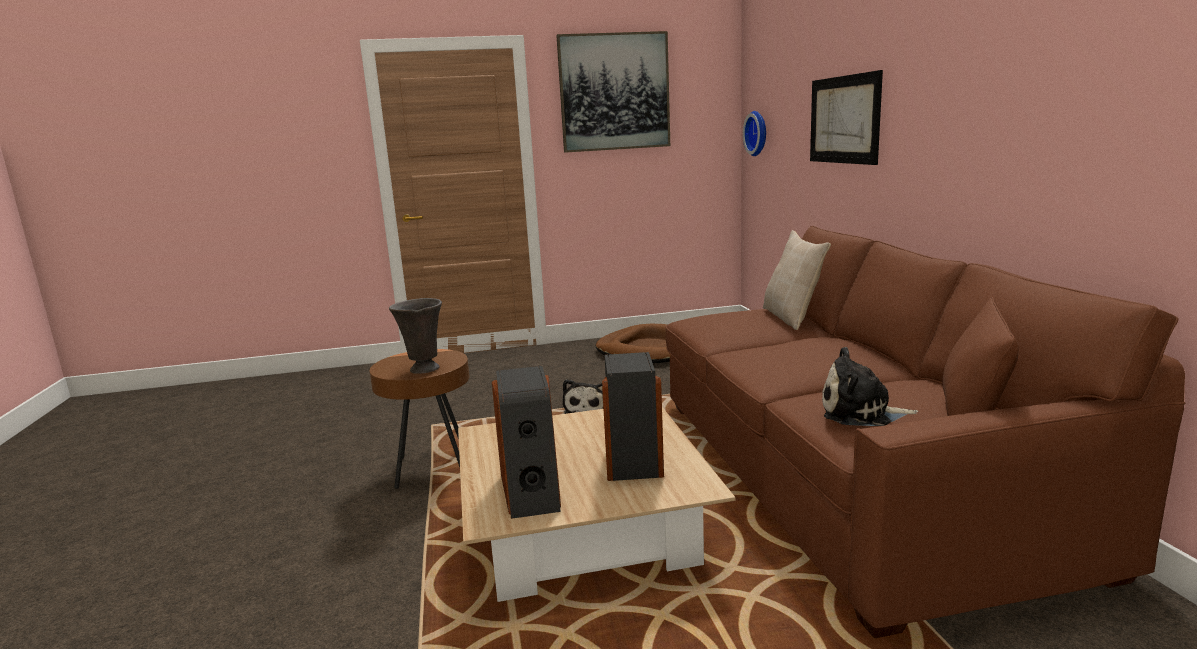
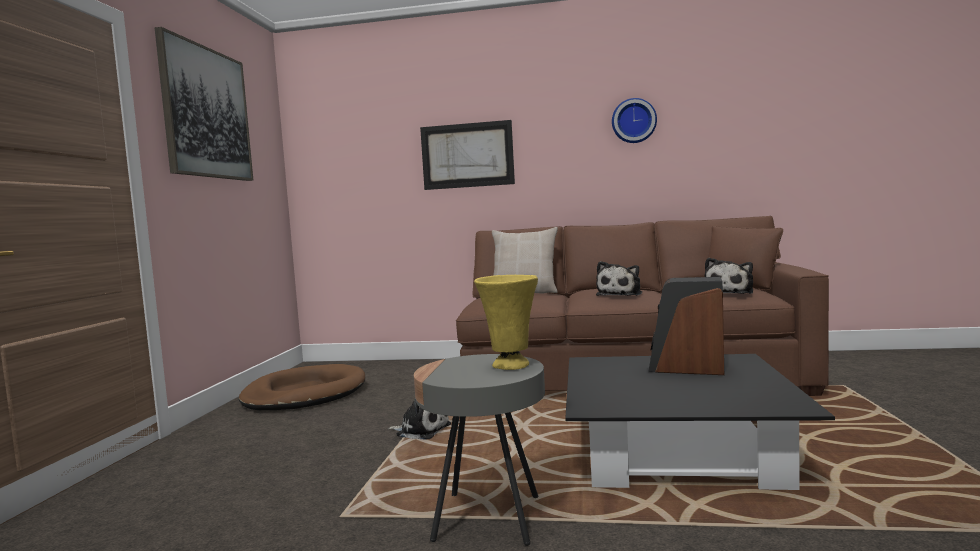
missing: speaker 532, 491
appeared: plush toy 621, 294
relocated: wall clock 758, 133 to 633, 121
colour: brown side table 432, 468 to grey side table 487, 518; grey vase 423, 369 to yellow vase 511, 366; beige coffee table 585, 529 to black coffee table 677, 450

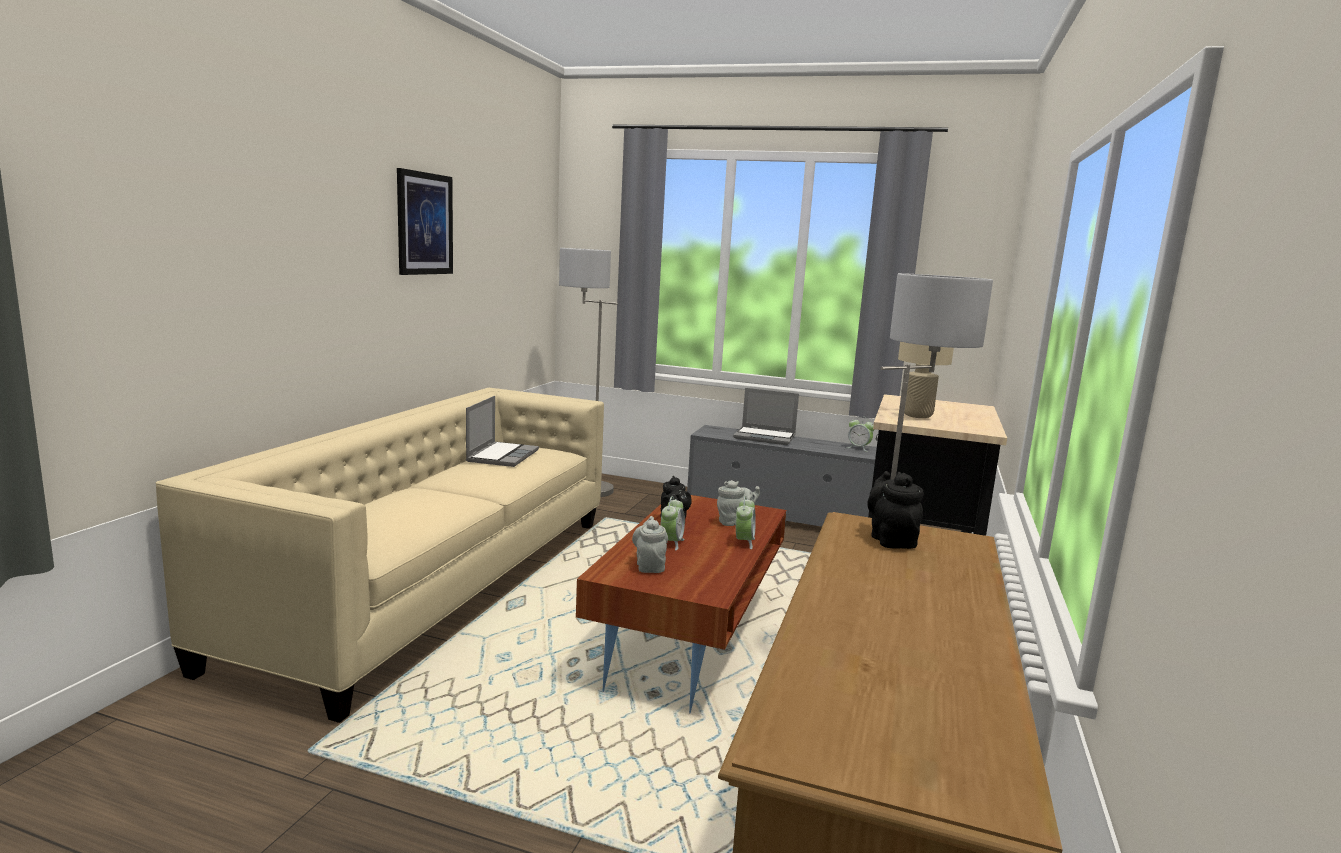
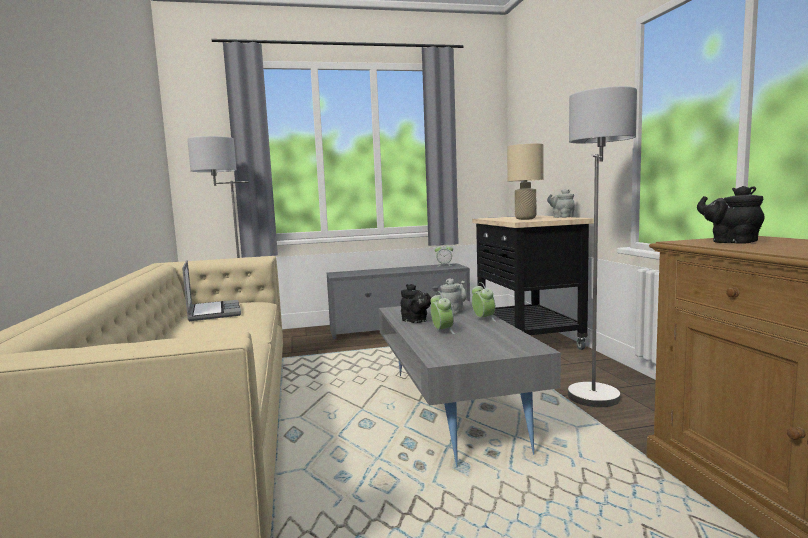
missing: picture 424, 224; laptop 765, 437
relocated: grey teapot 649, 566 to 561, 217
colour: brown coffee table 688, 636 to grey coffee table 453, 409

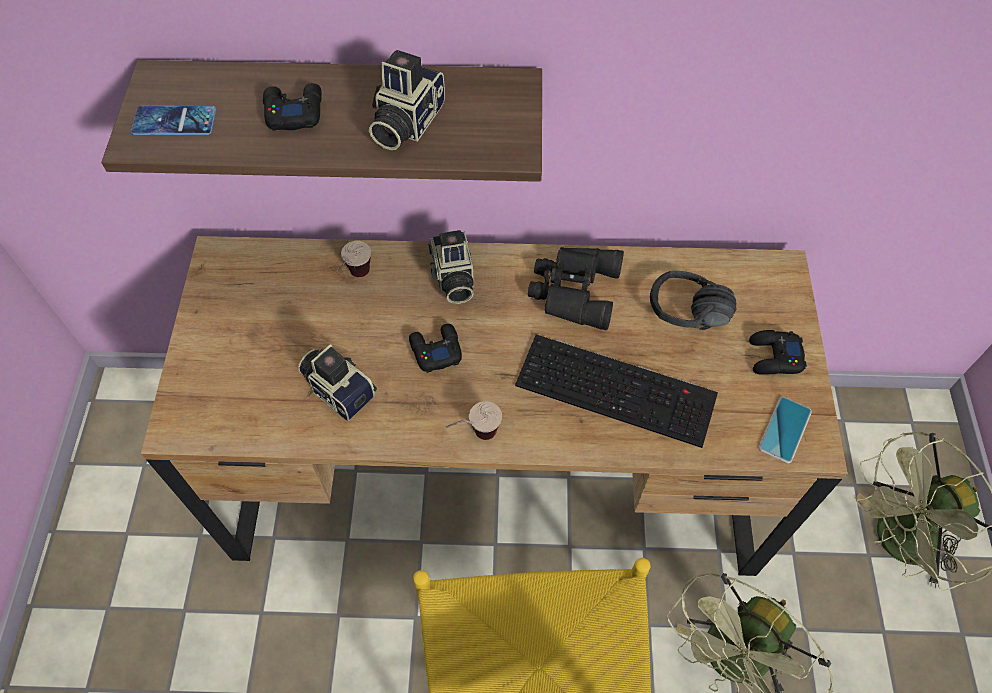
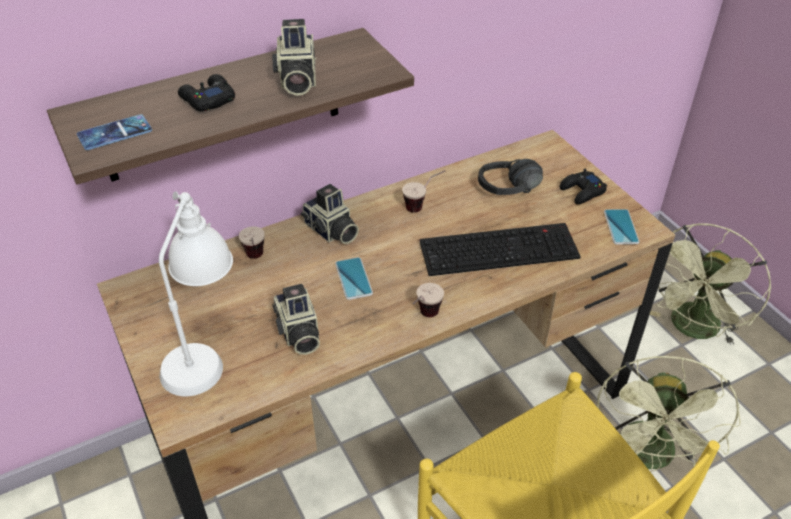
appeared: white table lamp 203, 350
exchanged: black game controller 435, 350 to phone 353, 279; black binoculars 572, 290 to cup 423, 206
spun: photo camera 339, 389 = 298, 333 120 degrees counterclockwise

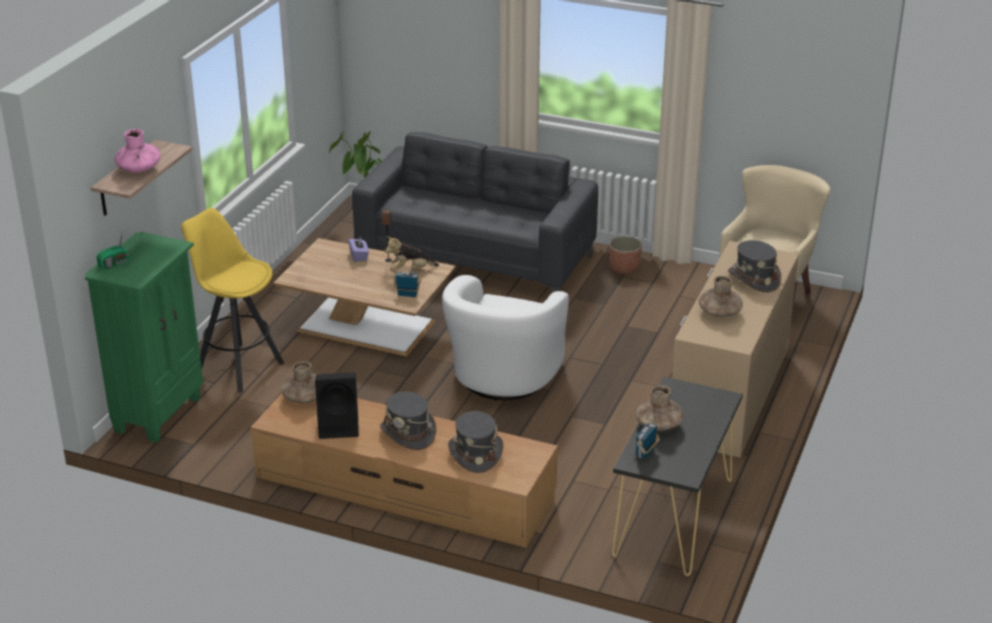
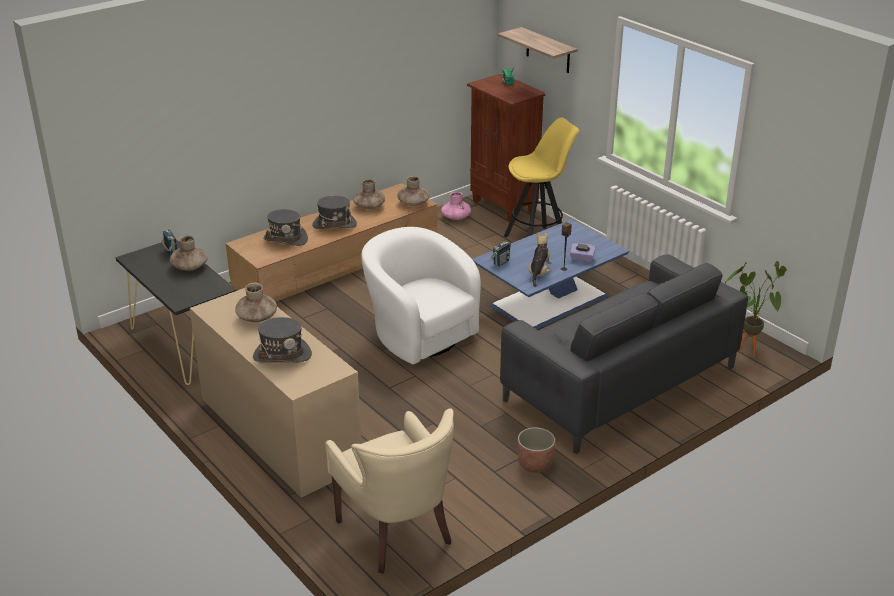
relocated: pink vase 139, 169 to 456, 217
exchanged: black speaker 340, 426 to brown vase 369, 207
colour: green cabinet 160, 415 to brown cabinet 503, 207; brown coffee table 369, 326 to blue coffee table 547, 301

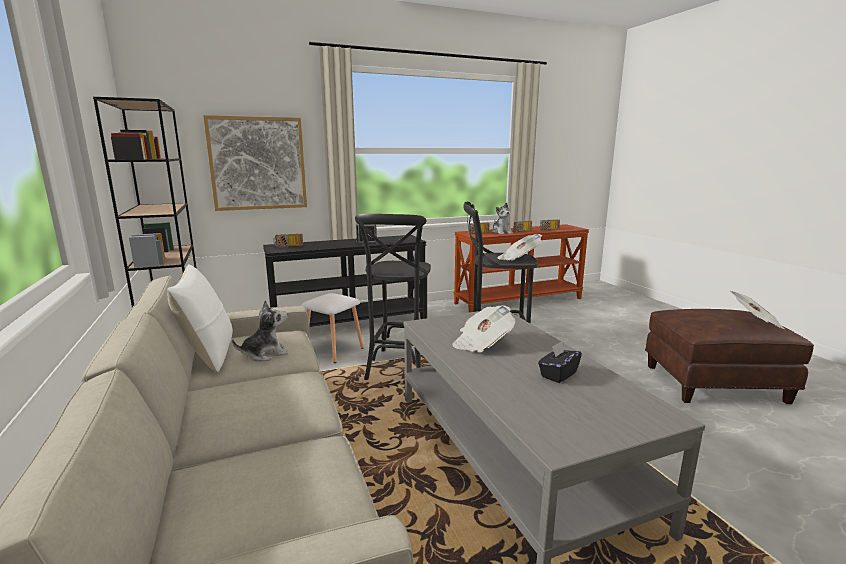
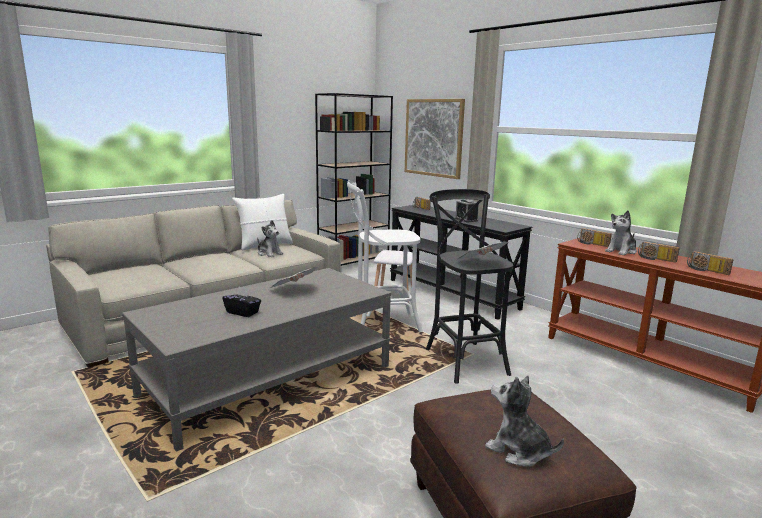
exchanged: newspaper 754, 322 to plush toy 518, 451
colour: black stool 399, 368 to white stool 381, 324

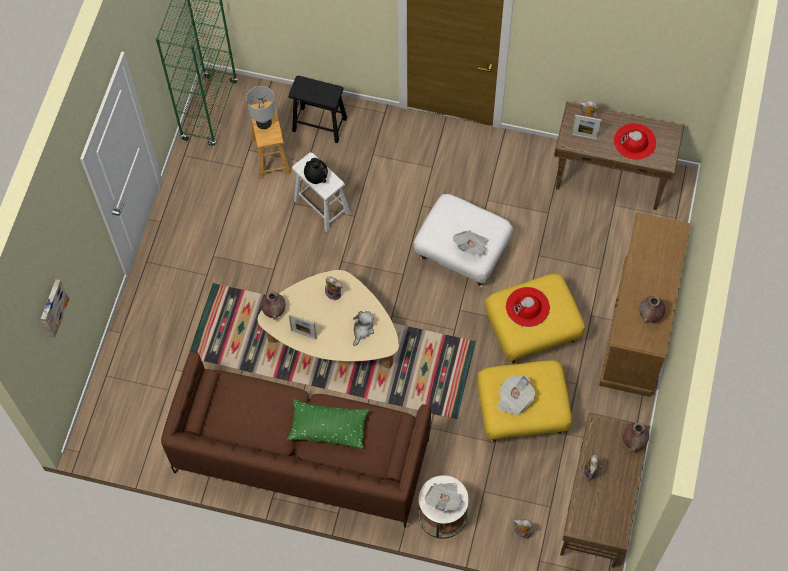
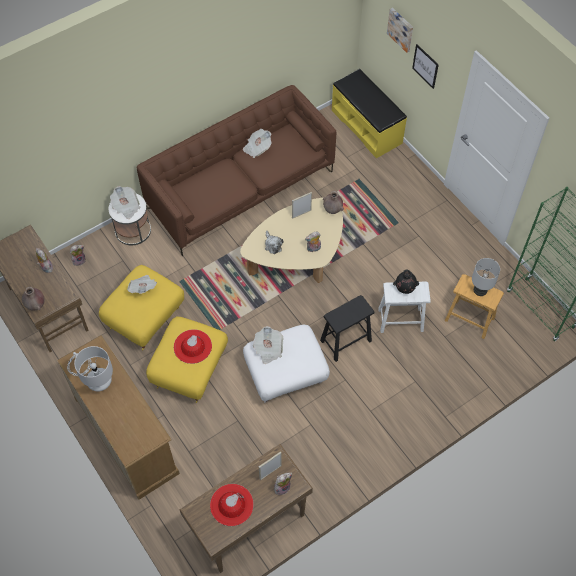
missing: green pillow 328, 428
appeared: newspaper 257, 148; yellow bench 367, 126; picture 425, 66
relocated: black stool 319, 124 to 346, 341
exchanged: brown vase 650, 315 to white table lamp 92, 376

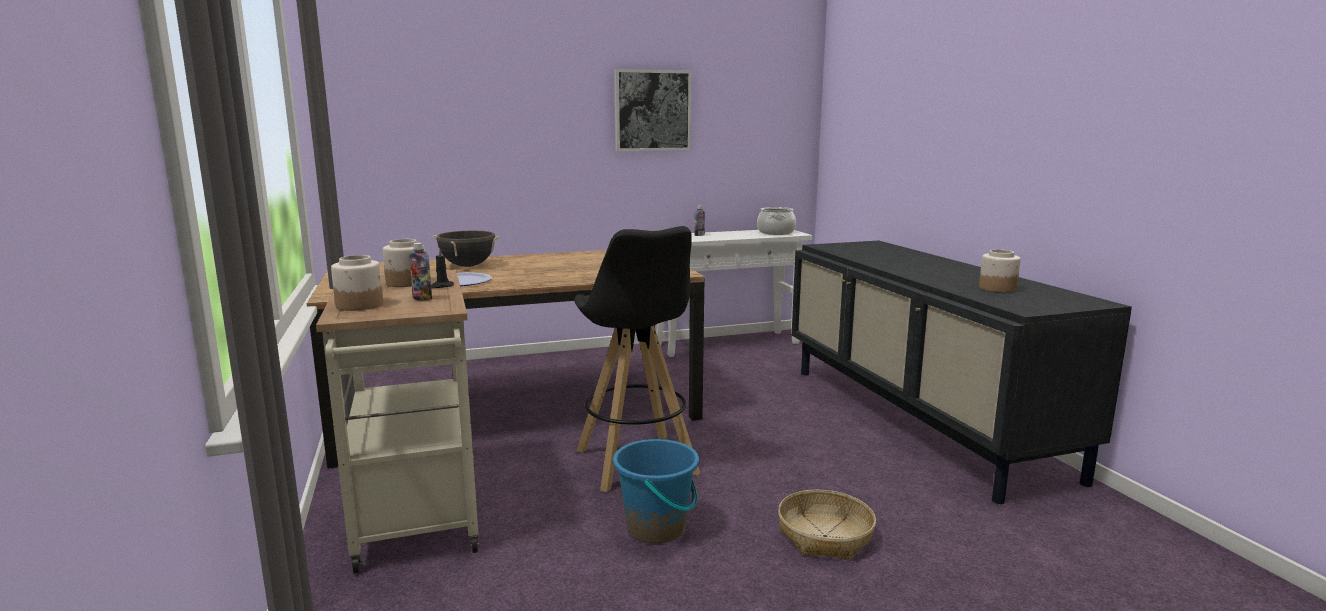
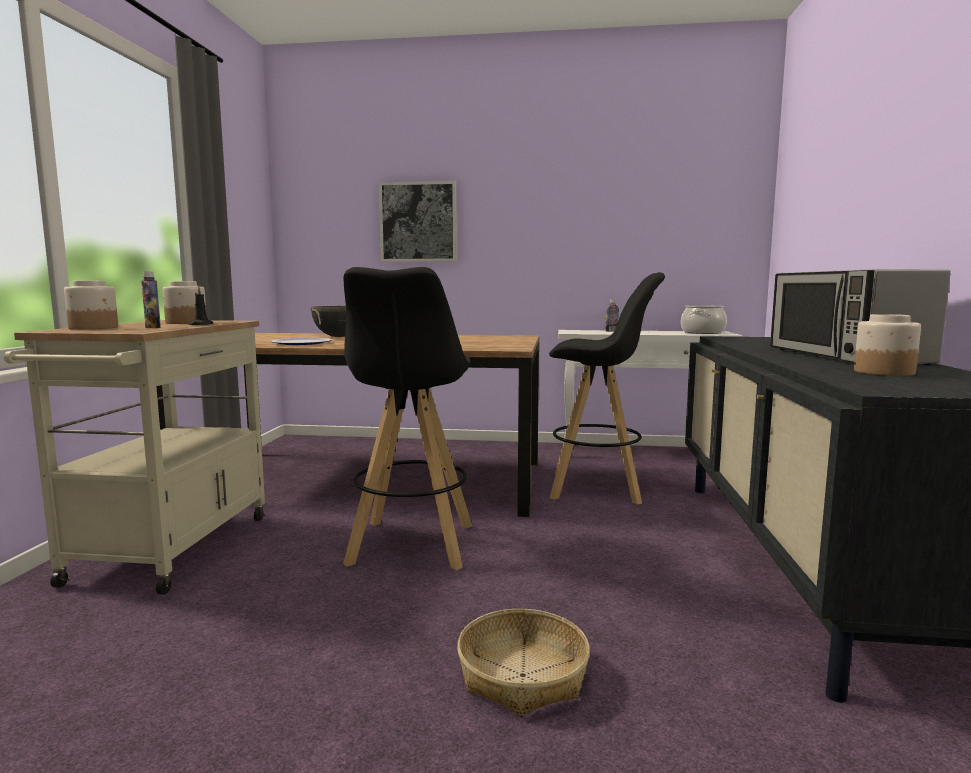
missing: blue bucket 657, 528
appeared: black stool 598, 488; microwave 844, 356
relocated: picture 652, 110 to 418, 222

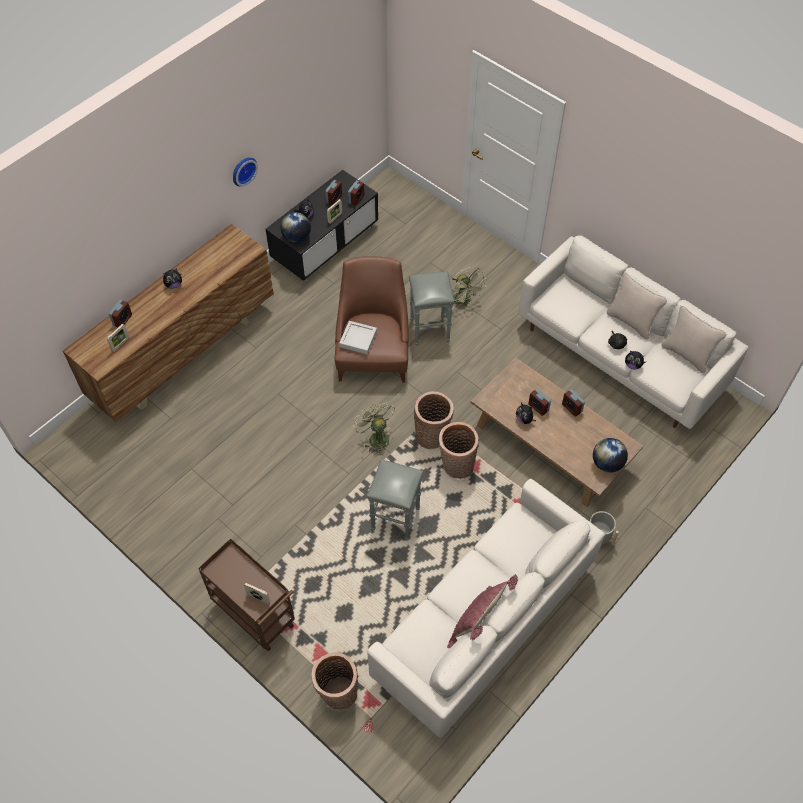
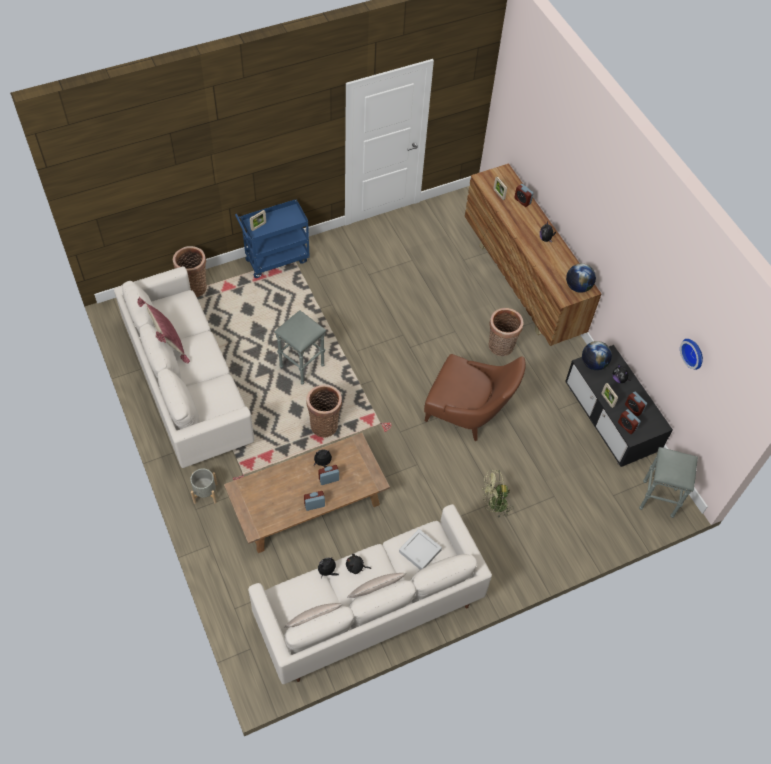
missing: green fan 375, 437
relocated: wall clock 243, 170 to 694, 353; grey tray 358, 339 to 420, 551; grey stool 429, 330 to 657, 497; basket 432, 436 to 500, 347; globe 607, 463 to 578, 287
colour: brown cart 256, 616 to blue cart 275, 262

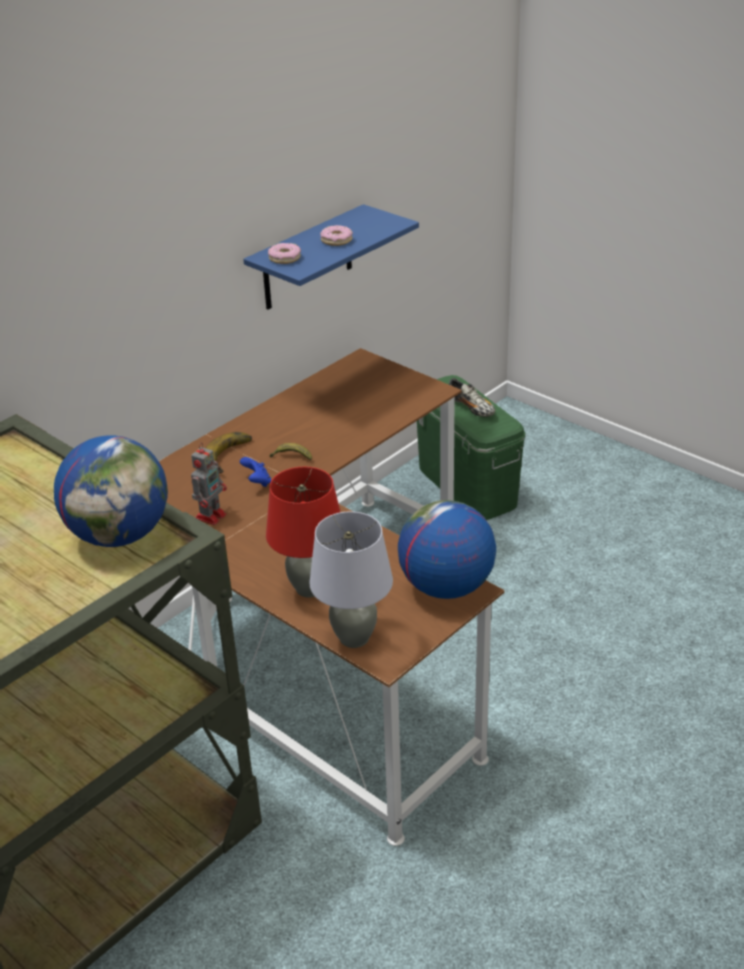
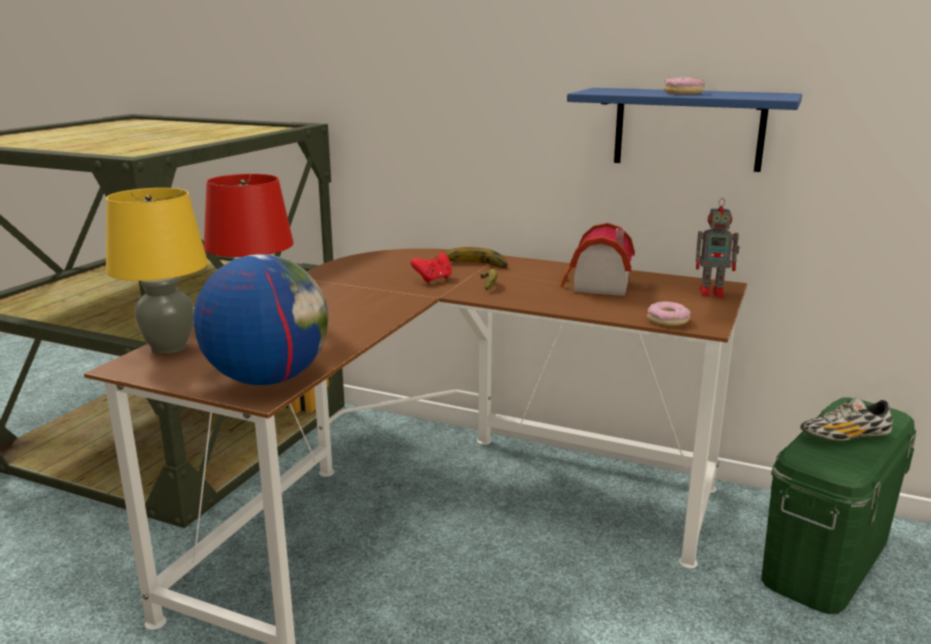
missing: globe 120, 535
appeared: toy house 596, 286
relocated: toy robot 211, 515 to 713, 292; donut 285, 258 to 668, 320
colour: blue game controller 257, 482 to red game controller 433, 279; grey table lamp 354, 638 to yellow table lamp 169, 347
spun: shoe 471, 408 = 844, 437 45 degrees clockwise

